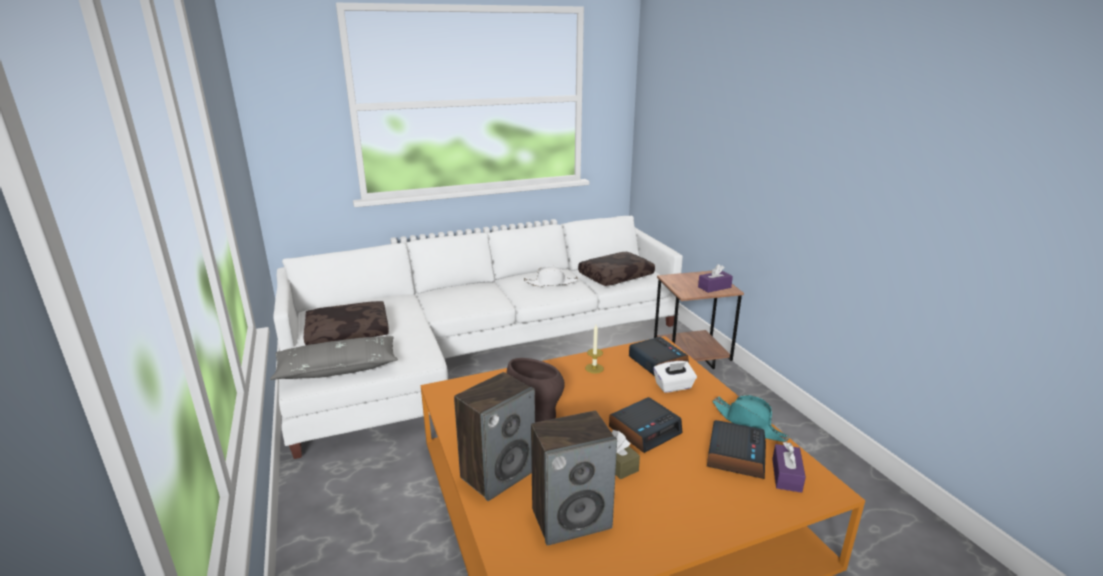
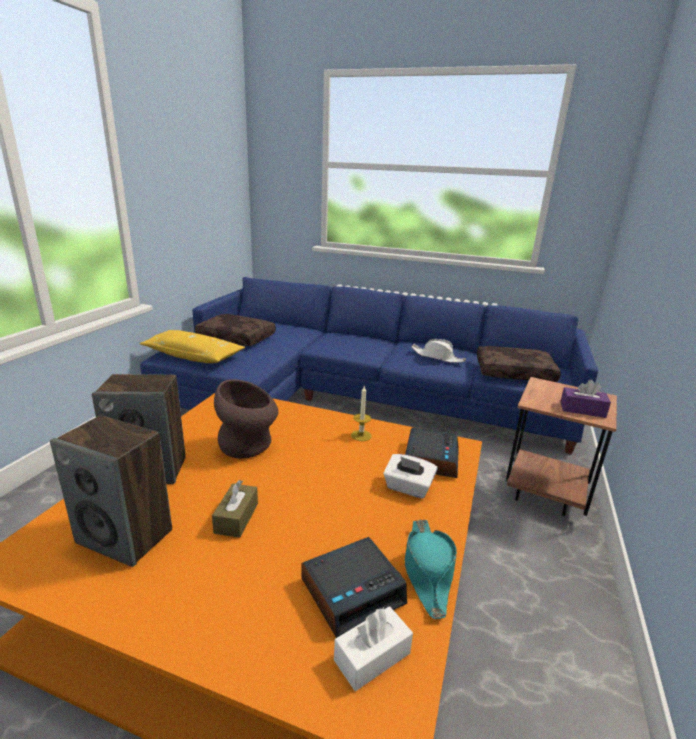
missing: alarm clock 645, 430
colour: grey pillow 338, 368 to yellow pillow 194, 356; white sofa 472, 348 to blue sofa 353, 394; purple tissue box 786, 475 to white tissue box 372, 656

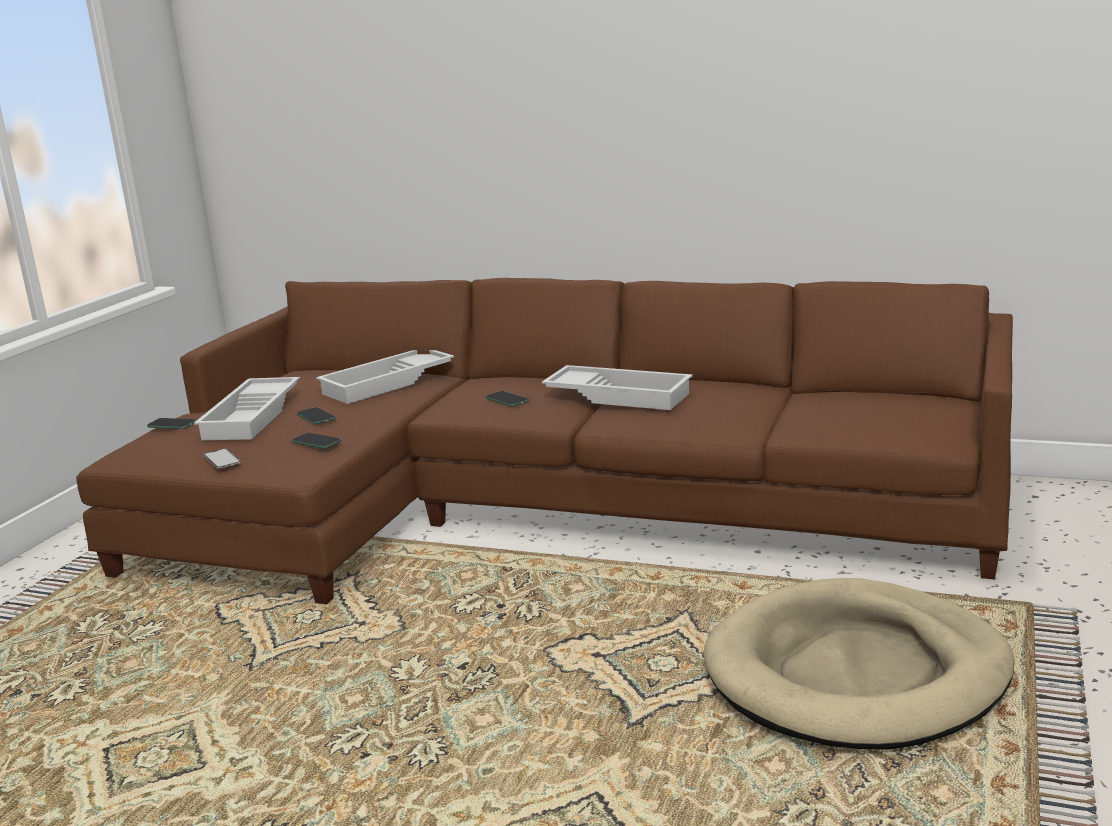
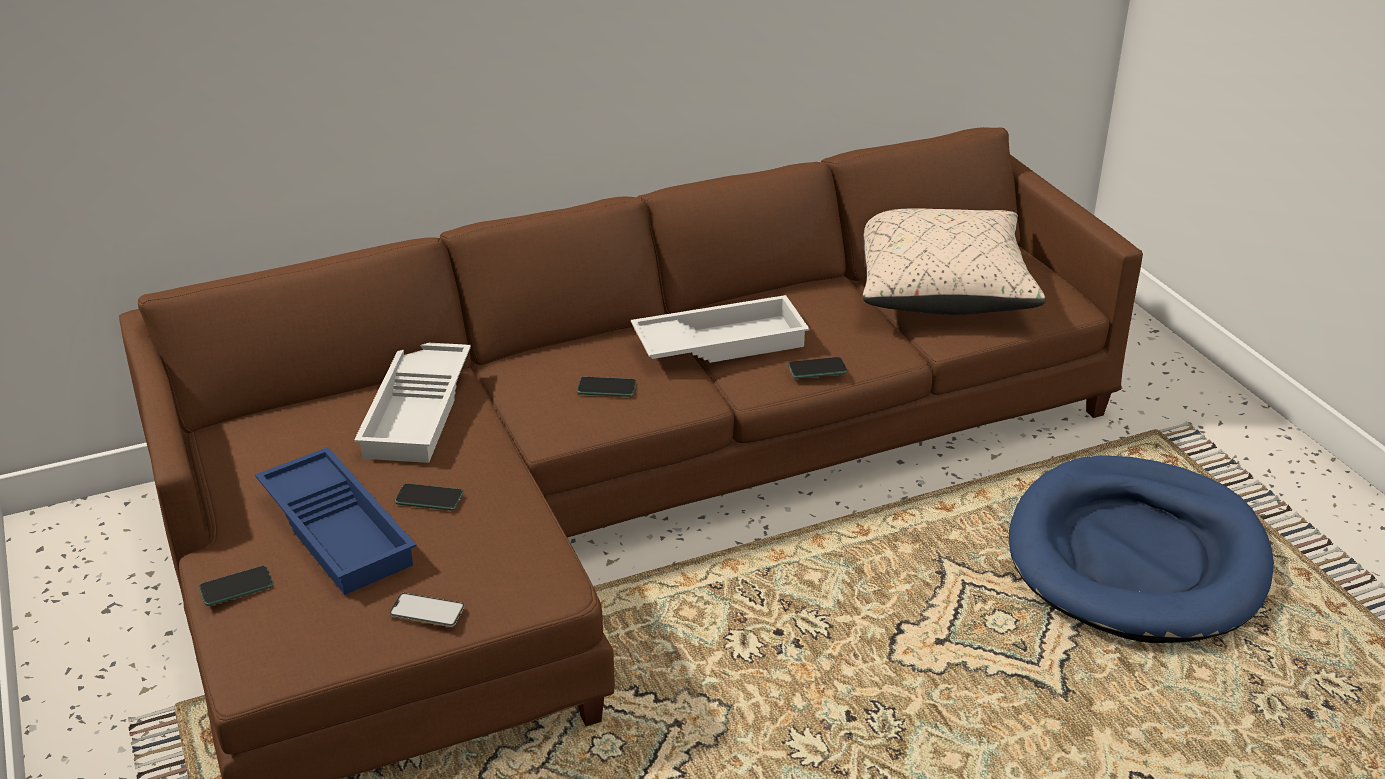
appeared: beige pillow 940, 287
relocated: phone 316, 442 to 817, 369
colour: white tray 254, 417 to blue tray 340, 529; beige dog bed 856, 674 to blue dog bed 1136, 557

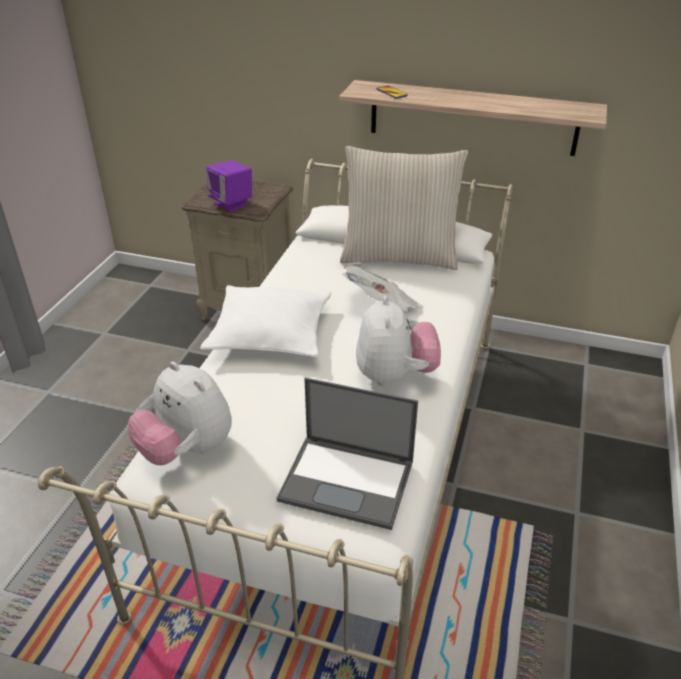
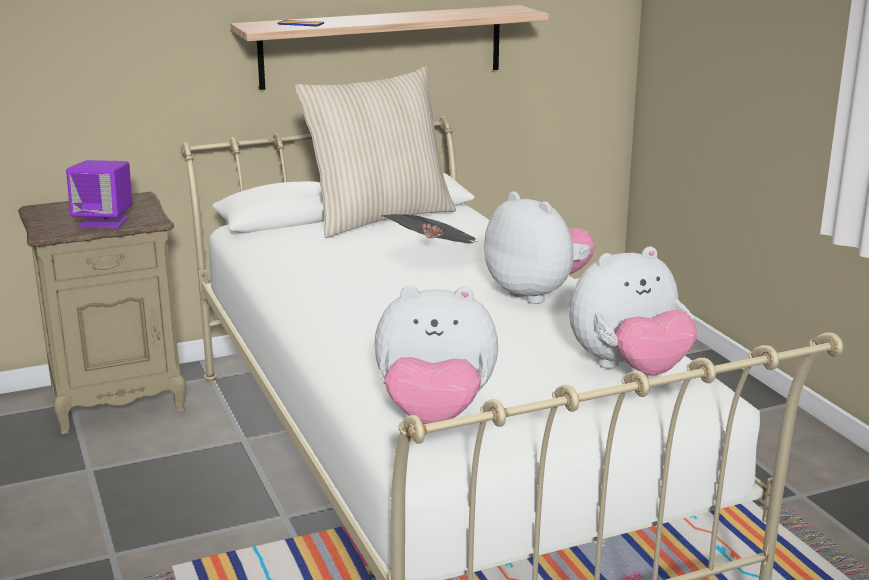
missing: white pillow 270, 333
exchanged: laptop 348, 481 to plush toy 629, 369

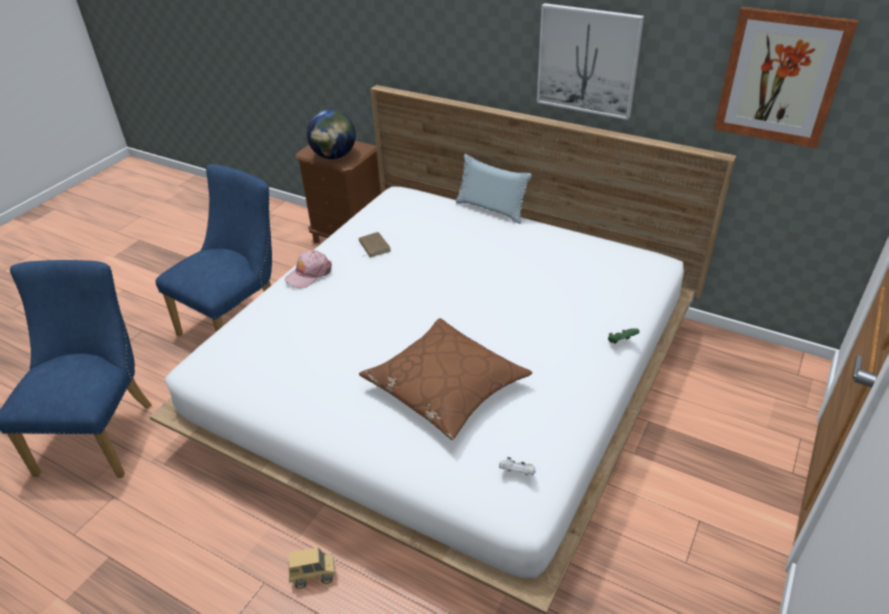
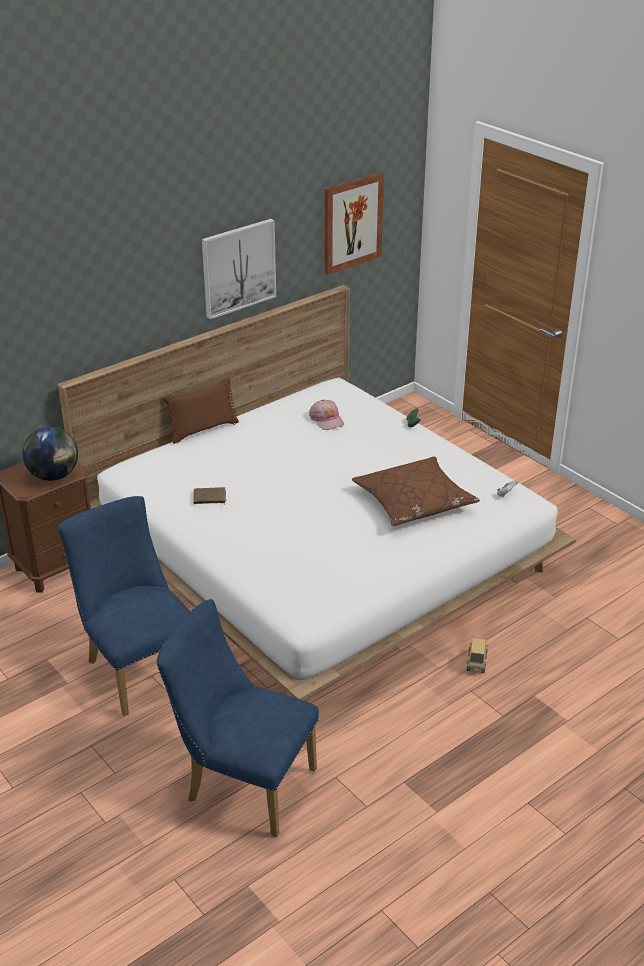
relocated: pink cap 309, 274 to 327, 419
colour: blue pillow 491, 209 to brown pillow 203, 430

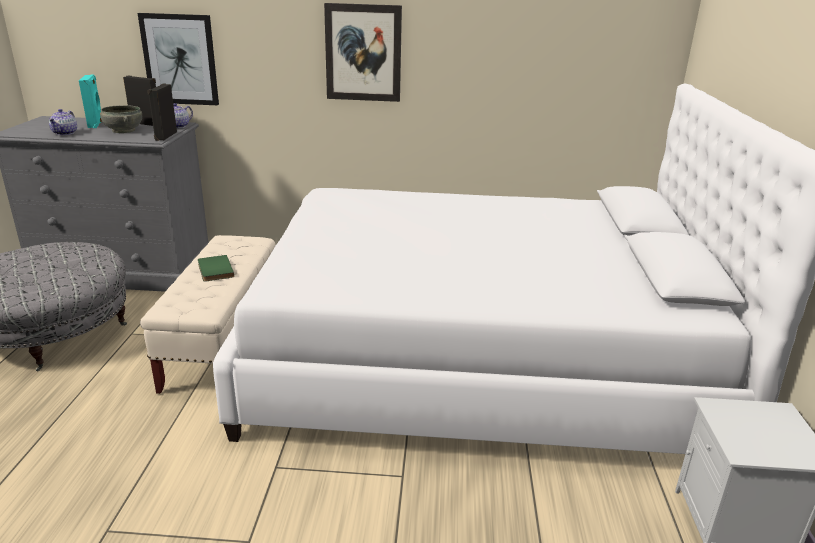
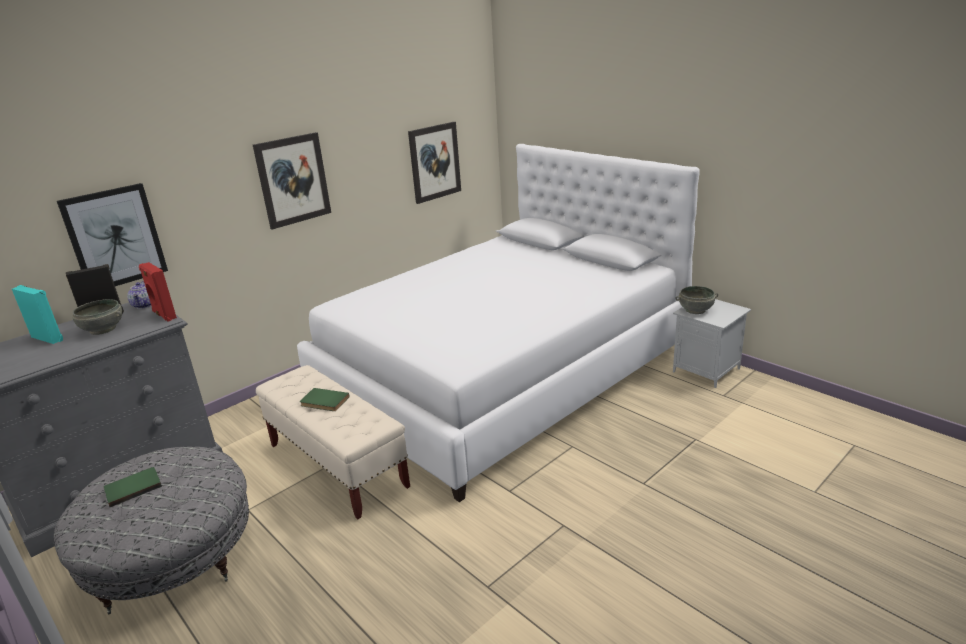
missing: teapot 65, 133
appeared: green book 133, 487; picture 434, 162; grey bowl 695, 310
colour: black speaker 165, 136 to red speaker 163, 315

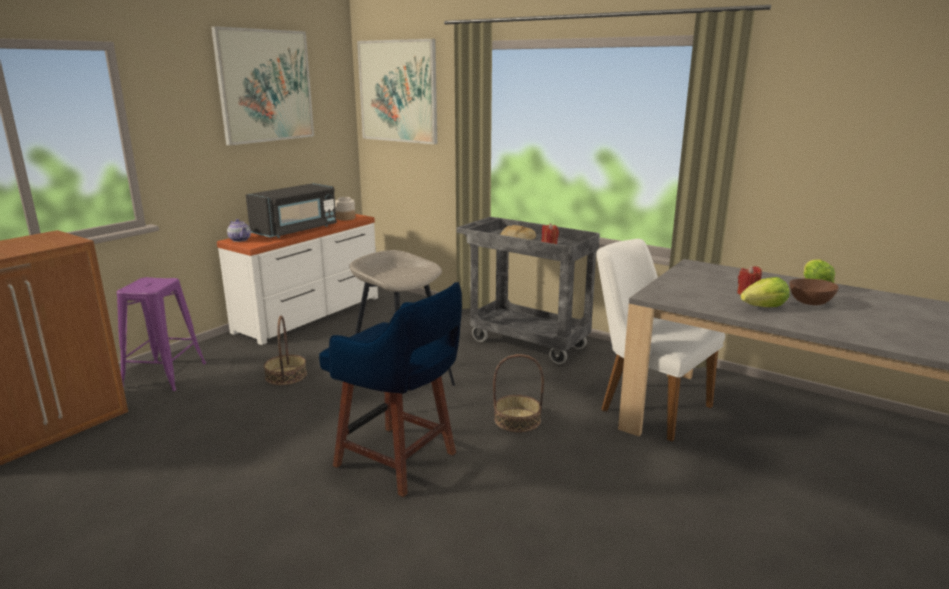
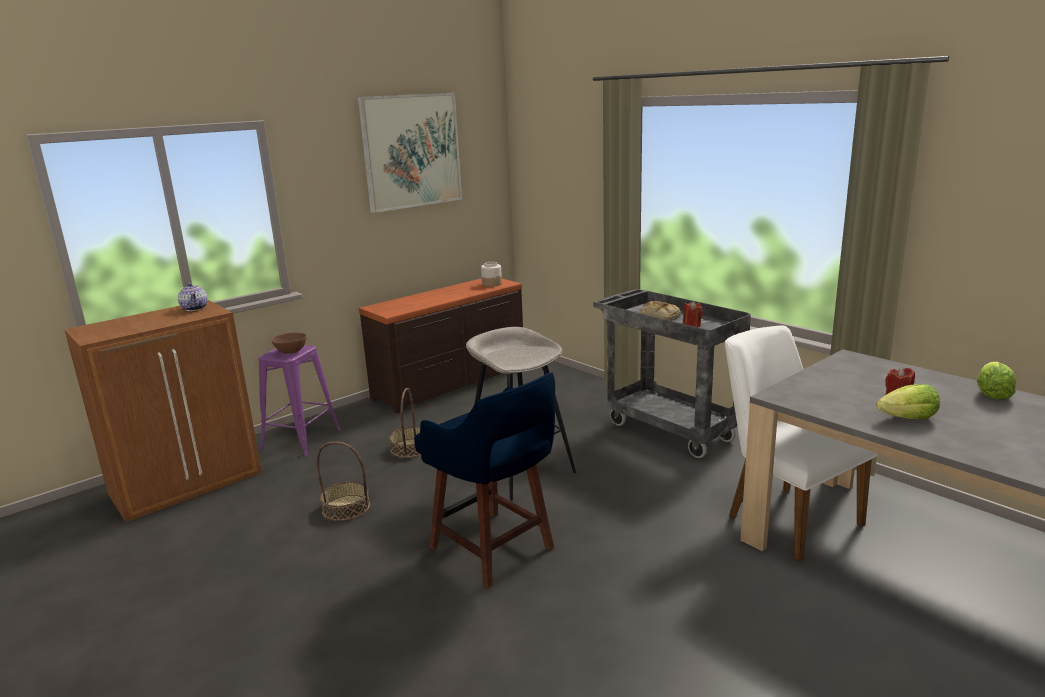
missing: black microwave 296, 230; picture 398, 91
relocated: teapot 240, 239 to 195, 308; basket 517, 420 to 346, 508; brown bowl 811, 303 to 291, 352
colour: white dresser 310, 314 to brown dresser 452, 383

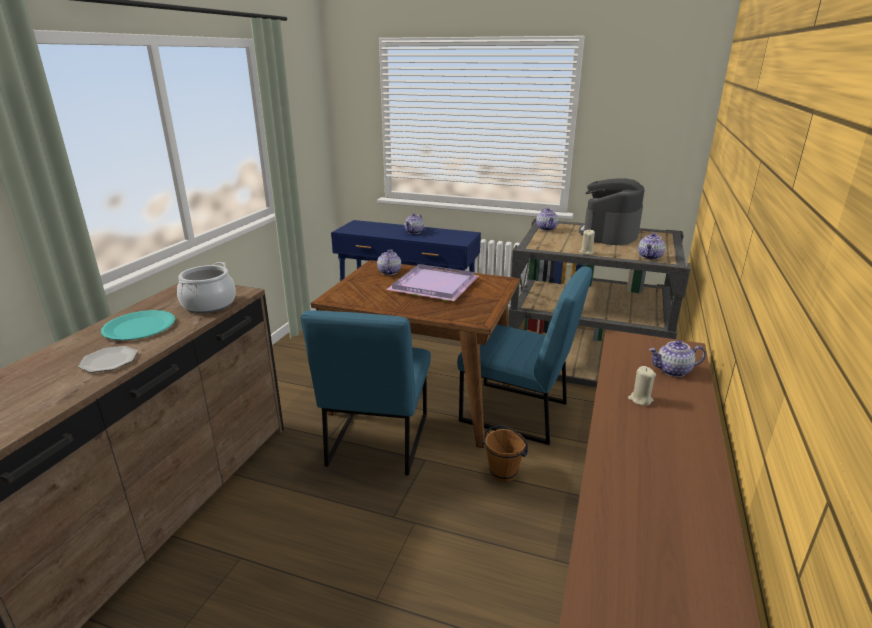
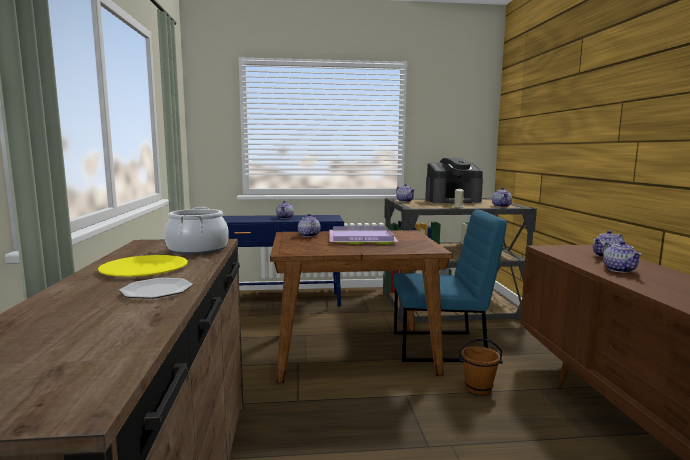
missing: blue chair 377, 441
exchanged: beige candle 640, 400 to teapot 620, 270
colour: turquoise plate 139, 327 to yellow plate 144, 268
spun: coffee machine 609, 234 = 452, 201 105 degrees counterclockwise

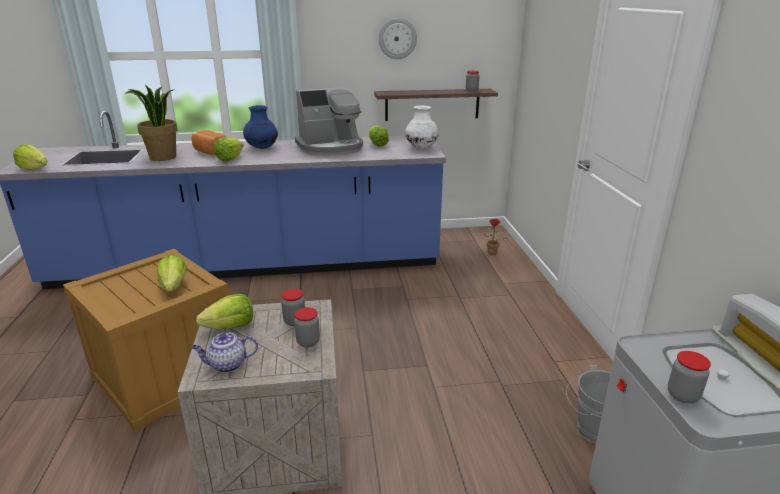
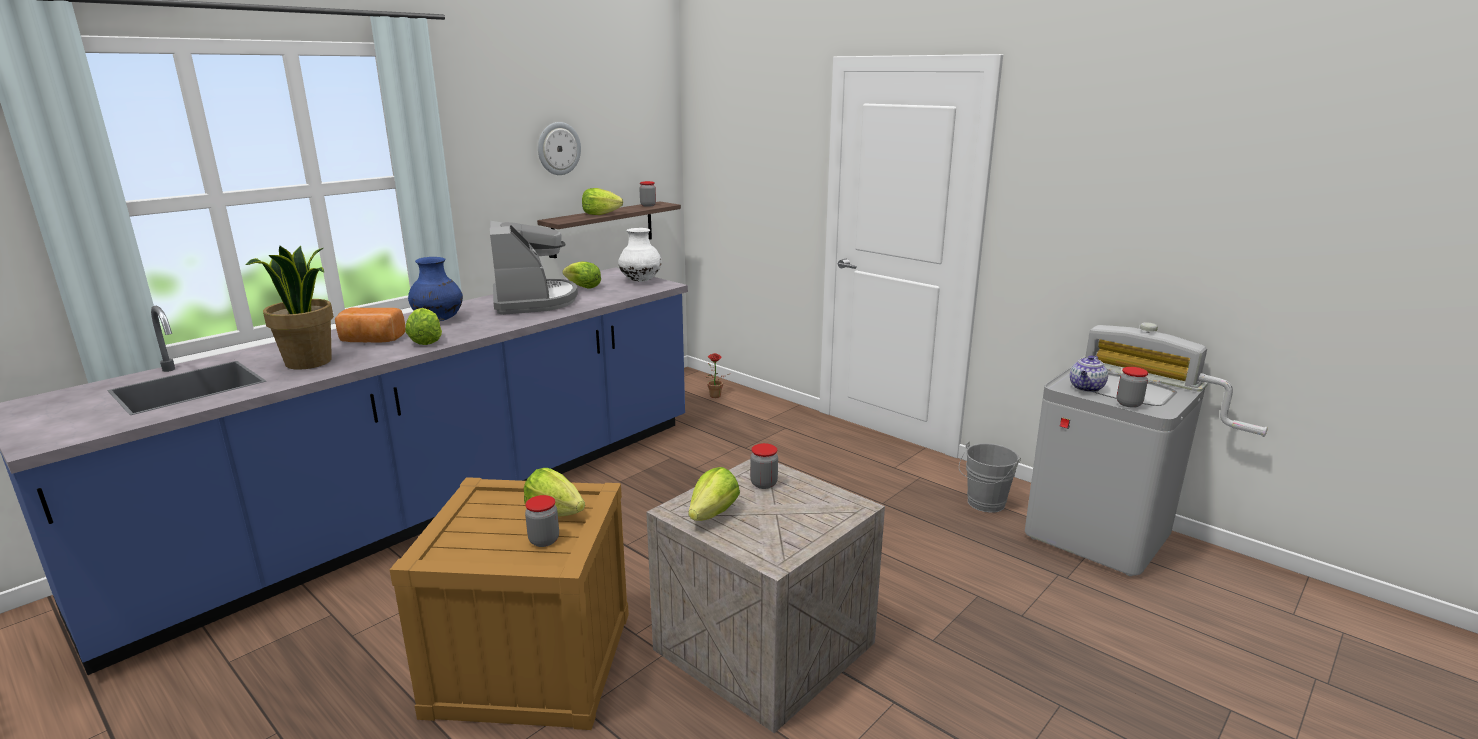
relocated: lettuce 34, 169 to 600, 214; teapot 227, 365 to 1086, 388; jar 308, 342 to 544, 540
spun: coffee machine 331, 147 = 533, 301 45 degrees counterclockwise

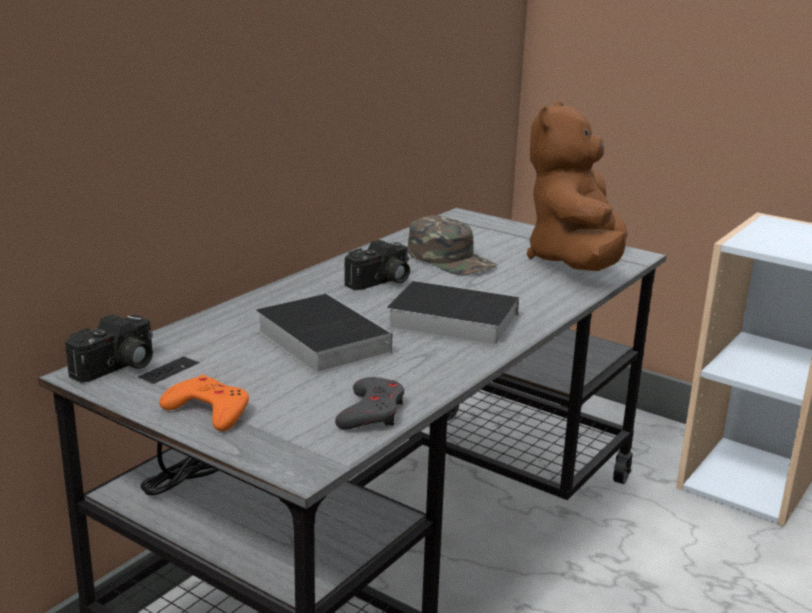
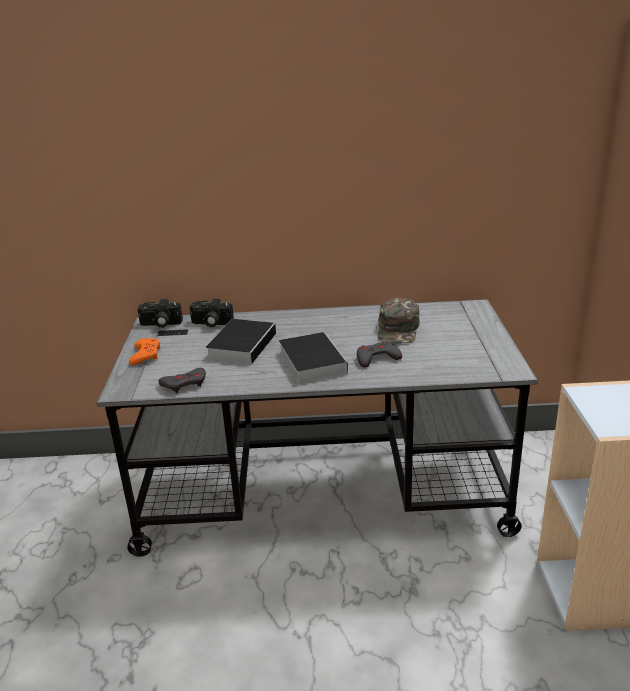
missing: brown plush toy 576, 263
appeared: grey game controller 376, 358
relocated: photo camera 381, 282 to 211, 323

